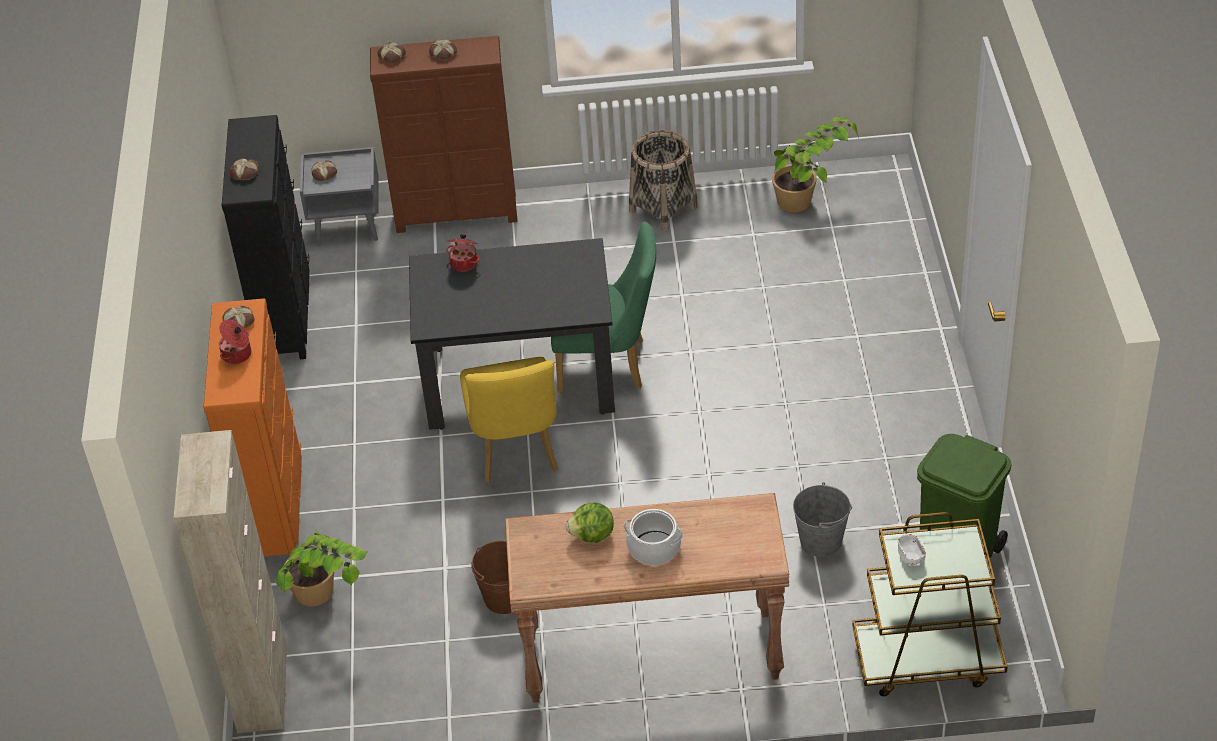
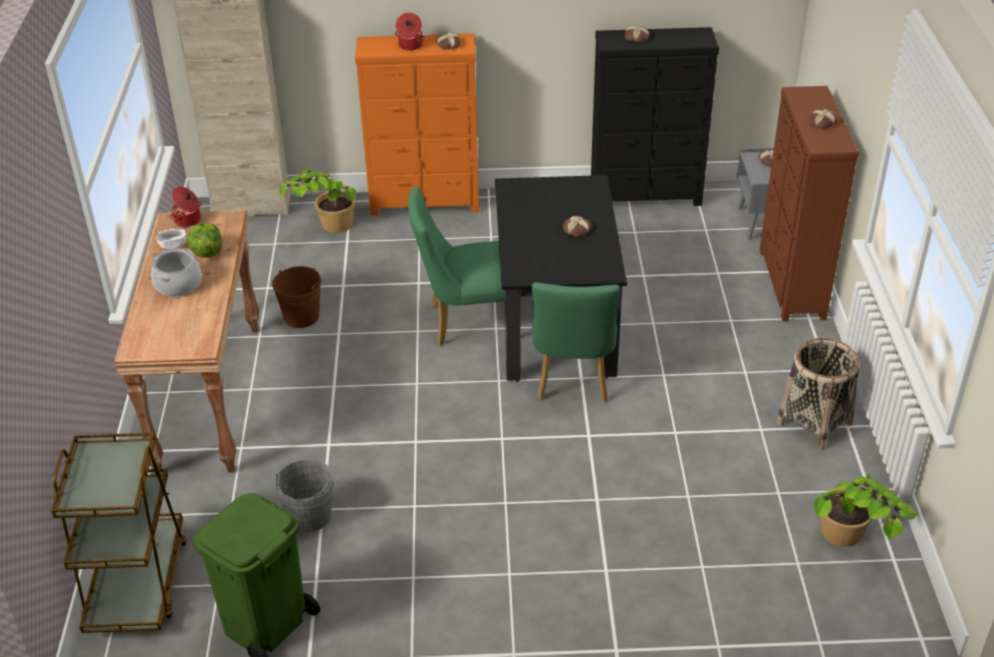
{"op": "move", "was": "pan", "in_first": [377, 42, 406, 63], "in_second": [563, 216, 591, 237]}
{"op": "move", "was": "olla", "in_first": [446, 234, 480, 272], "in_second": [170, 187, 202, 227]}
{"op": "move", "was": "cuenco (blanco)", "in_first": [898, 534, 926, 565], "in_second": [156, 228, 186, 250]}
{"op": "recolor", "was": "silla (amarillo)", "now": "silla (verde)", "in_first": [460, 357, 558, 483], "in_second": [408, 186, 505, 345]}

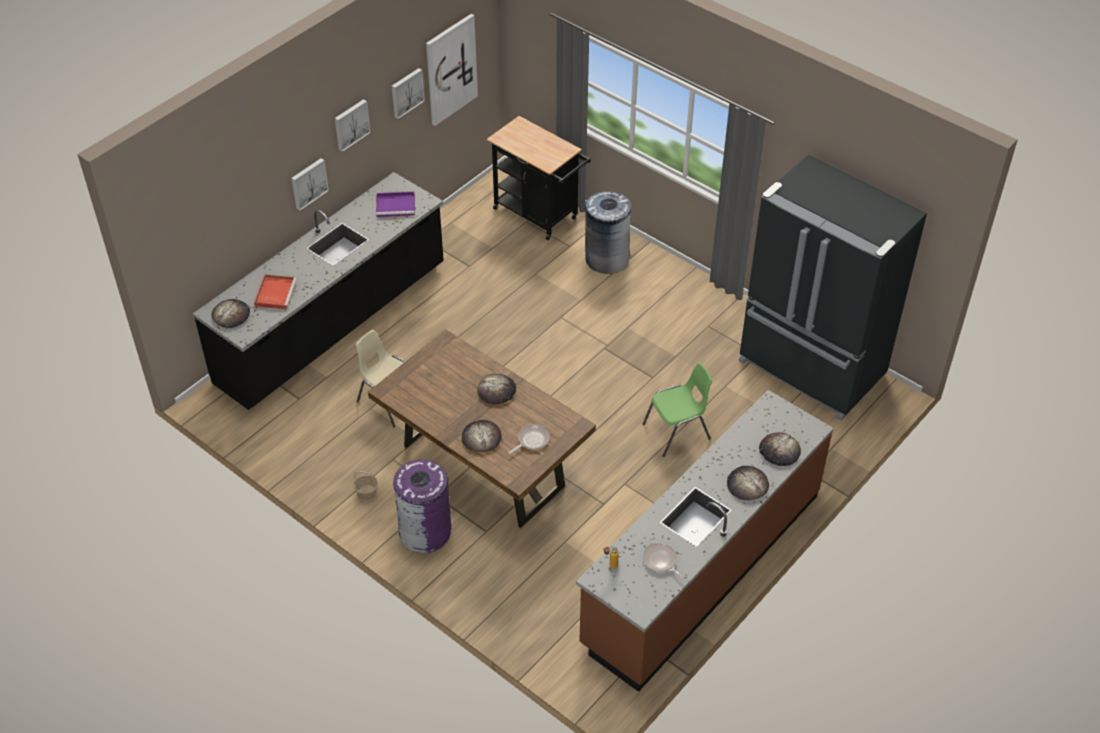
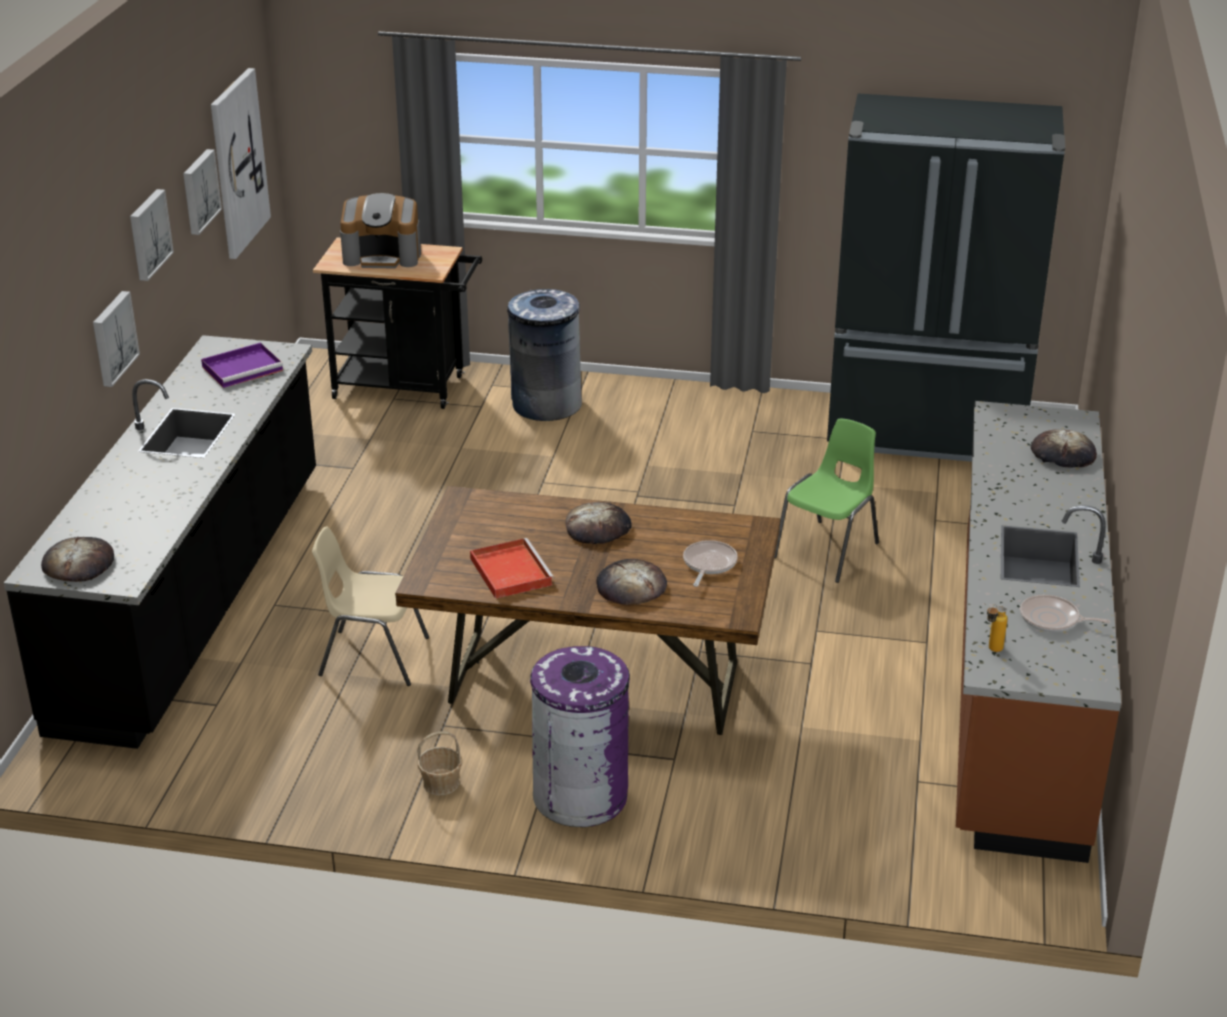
{"op": "delete", "was": "pan", "in_first": [727, 466, 769, 500]}
{"op": "insert", "now": "cafetera", "in_second": [340, 193, 421, 269]}
{"op": "move", "was": "bandeja (rojo)", "in_first": [254, 275, 297, 309], "in_second": [470, 538, 555, 599]}

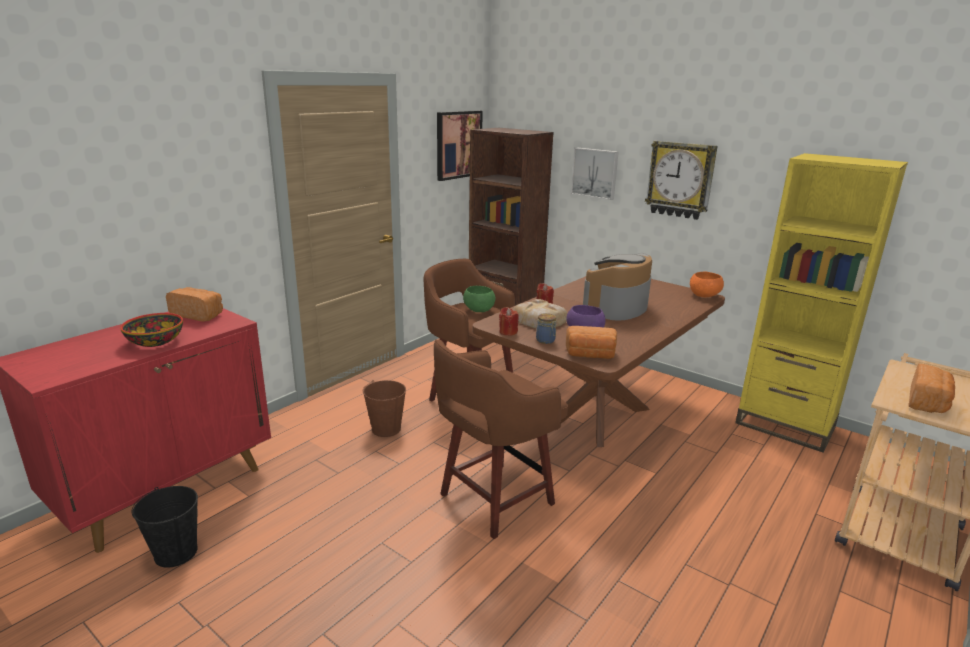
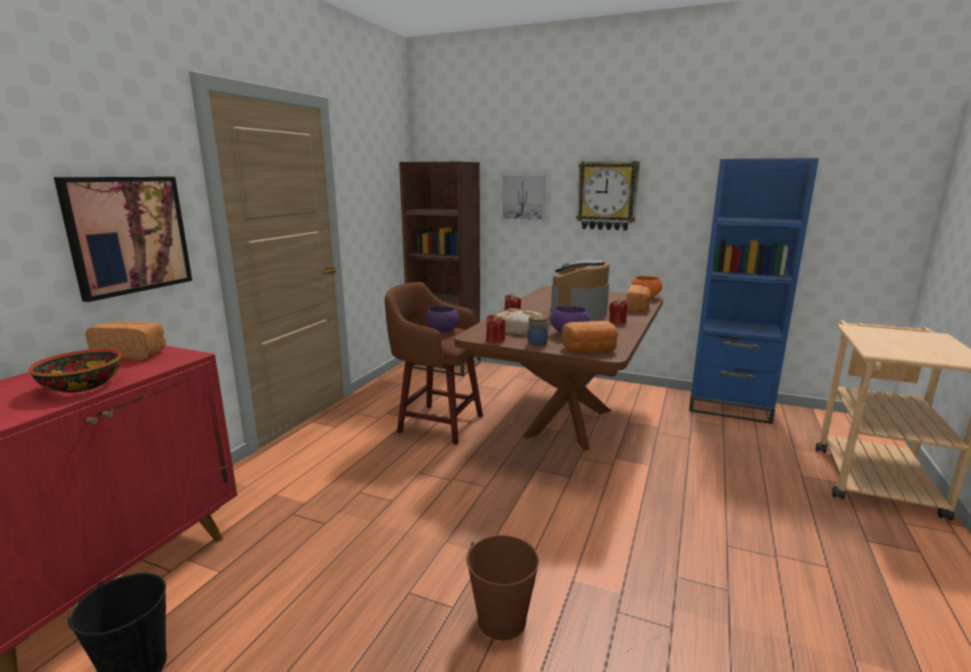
{"op": "delete", "was": "taburete (marrón)", "in_first": [434, 339, 568, 539]}
{"op": "insert", "now": "vela (rojo)", "in_second": [609, 298, 627, 324]}
{"op": "move", "was": "cubo (marrón)", "in_first": [363, 380, 406, 437], "in_second": [466, 535, 539, 640]}
{"op": "move", "was": "cuadro", "in_first": [437, 111, 483, 181], "in_second": [54, 177, 192, 302]}
{"op": "move", "was": "pan", "in_first": [909, 364, 955, 413], "in_second": [626, 285, 651, 311]}
{"op": "recolor", "was": "cuenco (verde)", "now": "cuenco (morado)", "in_first": [463, 286, 495, 312], "in_second": [426, 306, 459, 332]}
{"op": "recolor", "was": "estantería (amarillo)", "now": "estantería (azul)", "in_first": [735, 153, 908, 452], "in_second": [689, 158, 819, 424]}

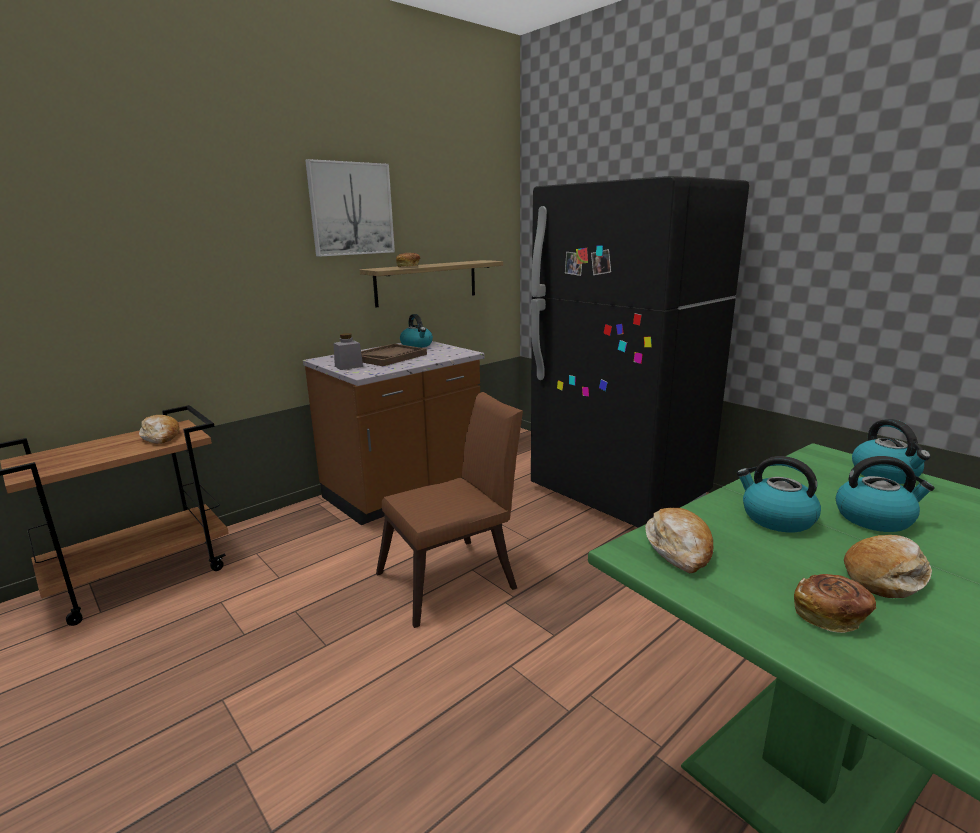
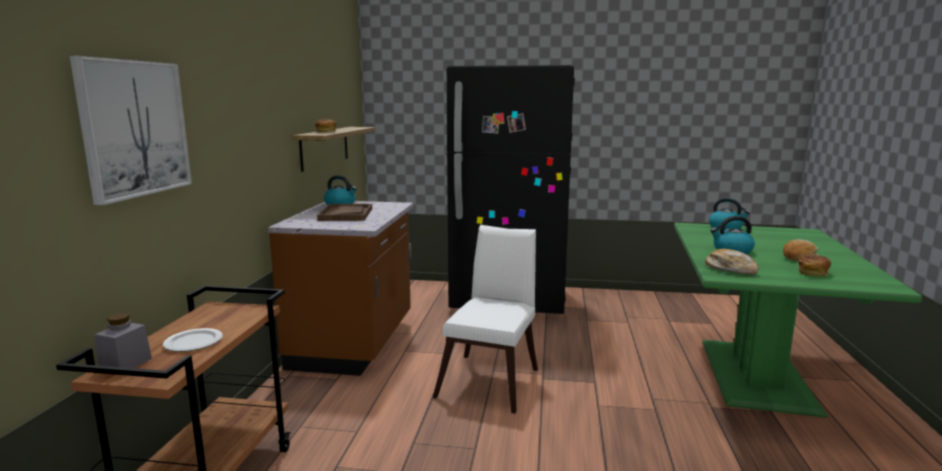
{"op": "delete", "was": "pan", "in_first": [139, 415, 179, 444]}
{"op": "delete", "was": "hervidor", "in_first": [836, 456, 935, 532]}
{"op": "insert", "now": "plato", "in_second": [163, 328, 223, 352]}
{"op": "move", "was": "cuadro", "in_first": [305, 159, 395, 257], "in_second": [69, 56, 192, 205]}
{"op": "move", "was": "tarro (gris)", "in_first": [333, 333, 363, 370], "in_second": [95, 313, 152, 368]}
{"op": "recolor", "was": "silla (marrón)", "now": "silla (blanco)", "in_first": [376, 392, 523, 628], "in_second": [433, 225, 538, 414]}

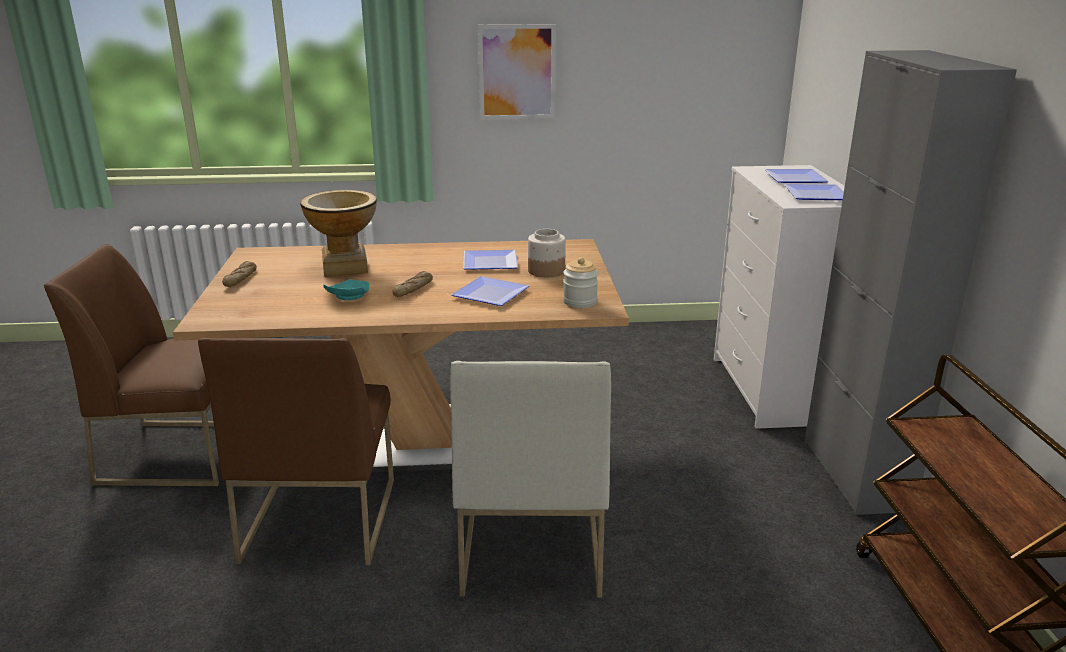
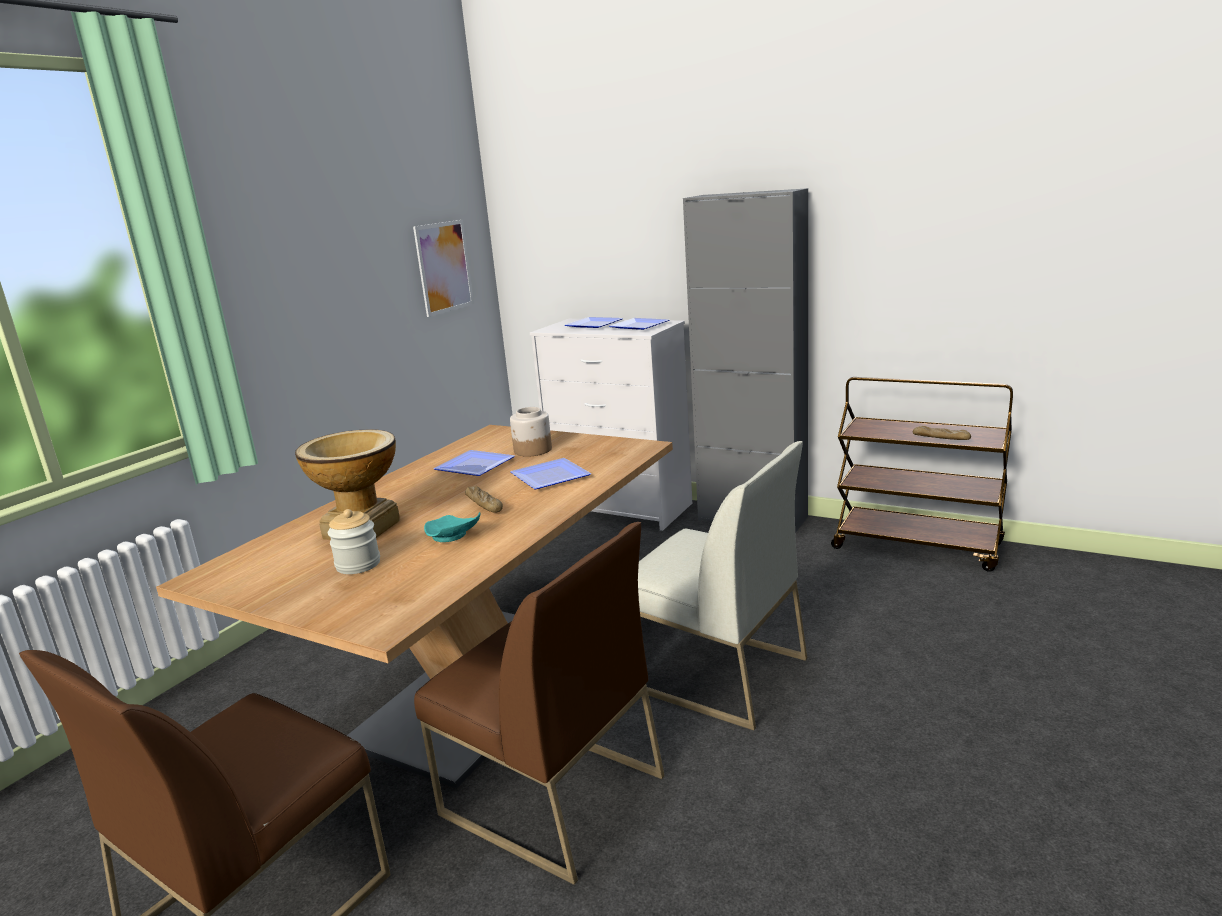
{"op": "move", "was": "pan", "in_first": [222, 261, 257, 287], "in_second": [913, 426, 971, 440]}
{"op": "move", "was": "cuadro", "in_first": [478, 24, 556, 120], "in_second": [413, 220, 474, 317]}
{"op": "move", "was": "tarro", "in_first": [563, 257, 598, 308], "in_second": [328, 509, 380, 574]}

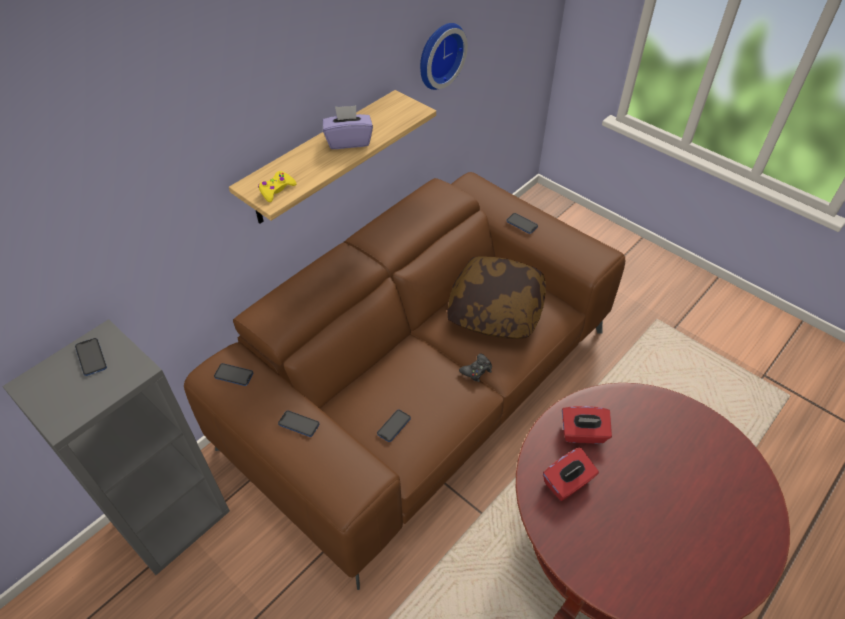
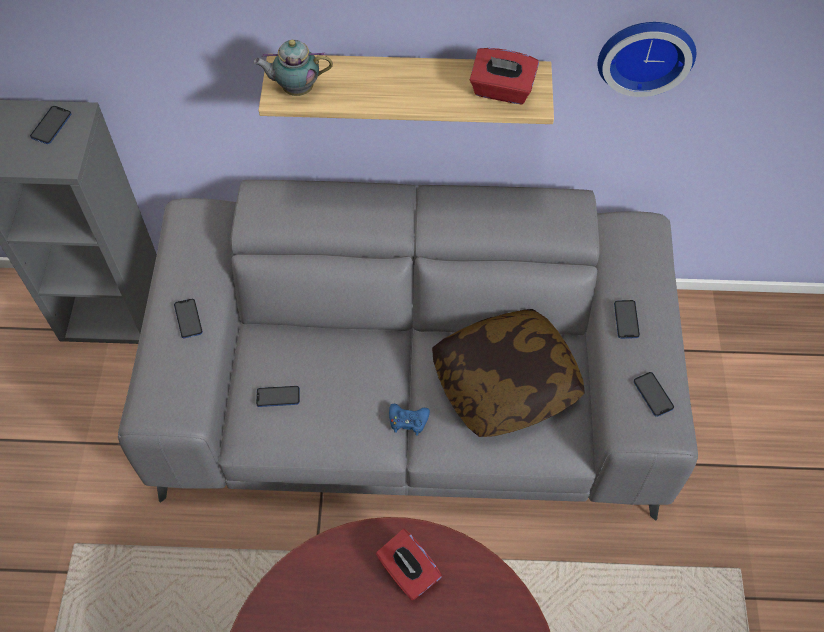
{"op": "delete", "was": "caja de pañuelos (morado)", "in_first": [323, 105, 373, 149]}
{"op": "move", "was": "móvil", "in_first": [214, 363, 253, 386], "in_second": [634, 372, 674, 417]}
{"op": "move", "was": "caja de pañuelos (rojo)", "in_first": [543, 447, 599, 501], "in_second": [470, 48, 539, 104]}
{"op": "replace", "was": "mando de consola (amarillo)", "now": "tetera", "in_first": [258, 171, 297, 202], "in_second": [253, 40, 333, 96]}
{"op": "recolor", "was": "sofá (marrón)", "now": "sofá (gris)", "in_first": [184, 172, 625, 590], "in_second": [118, 180, 698, 521]}
{"op": "recolor", "was": "mando de consola (negro)", "now": "mando de consola (azul)", "in_first": [459, 354, 492, 382], "in_second": [389, 404, 430, 436]}

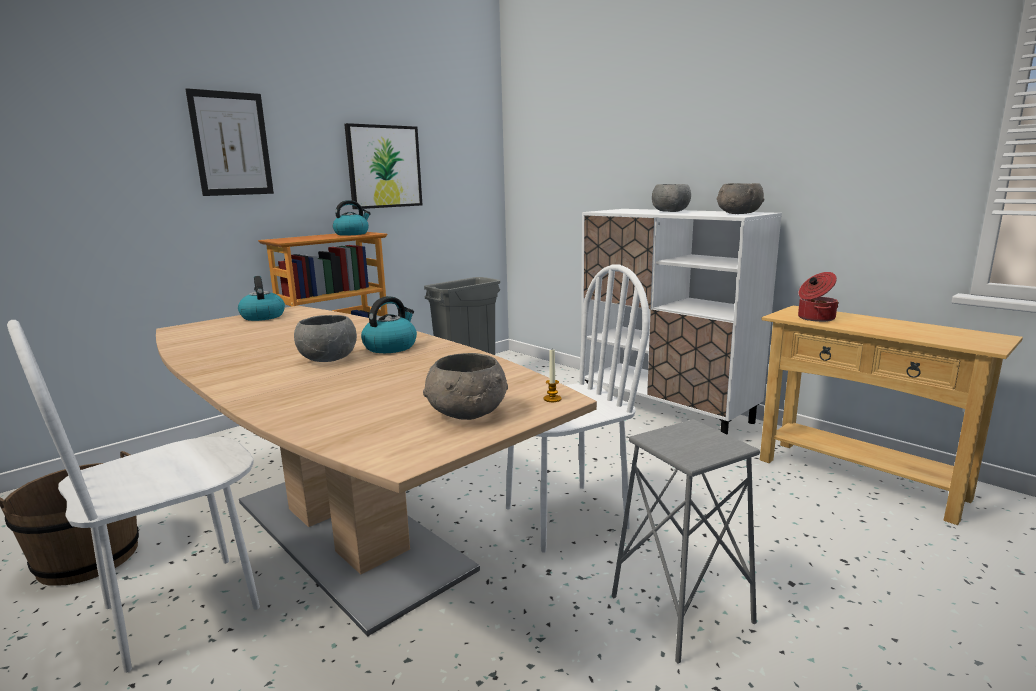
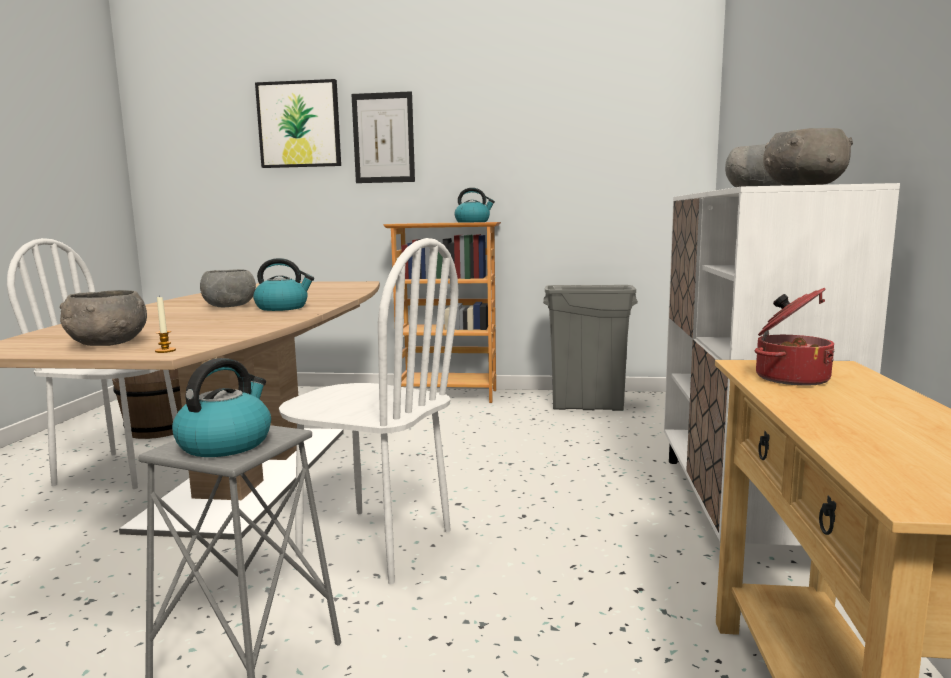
{"op": "move", "was": "hervidor", "in_first": [238, 276, 285, 321], "in_second": [172, 358, 271, 457]}
{"op": "move", "was": "cuadro", "in_first": [344, 123, 422, 209], "in_second": [255, 79, 341, 168]}

